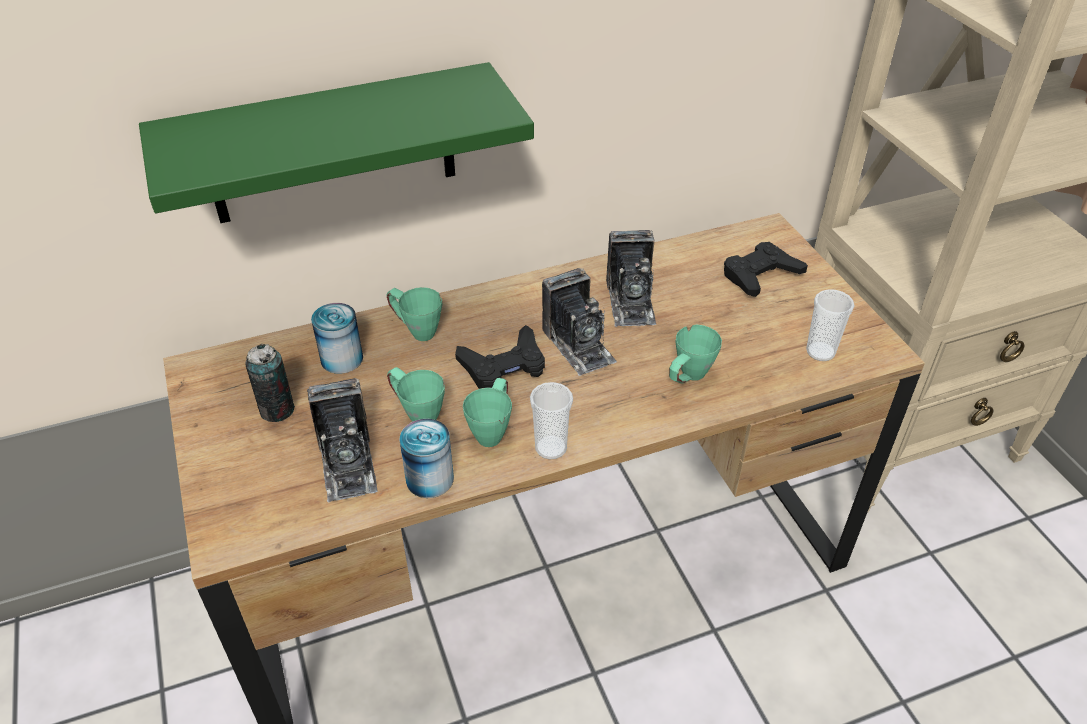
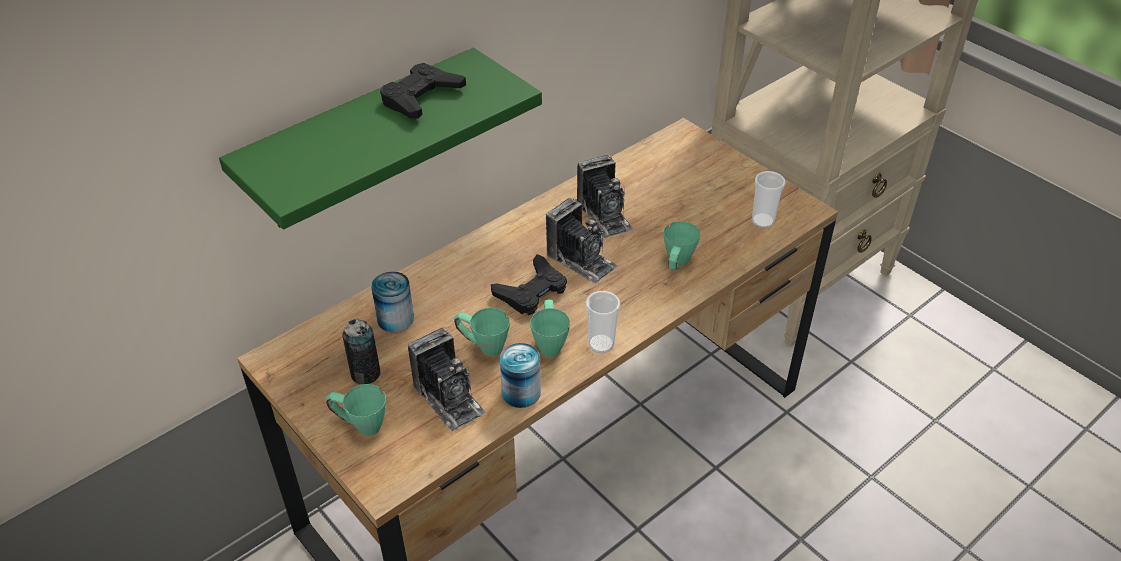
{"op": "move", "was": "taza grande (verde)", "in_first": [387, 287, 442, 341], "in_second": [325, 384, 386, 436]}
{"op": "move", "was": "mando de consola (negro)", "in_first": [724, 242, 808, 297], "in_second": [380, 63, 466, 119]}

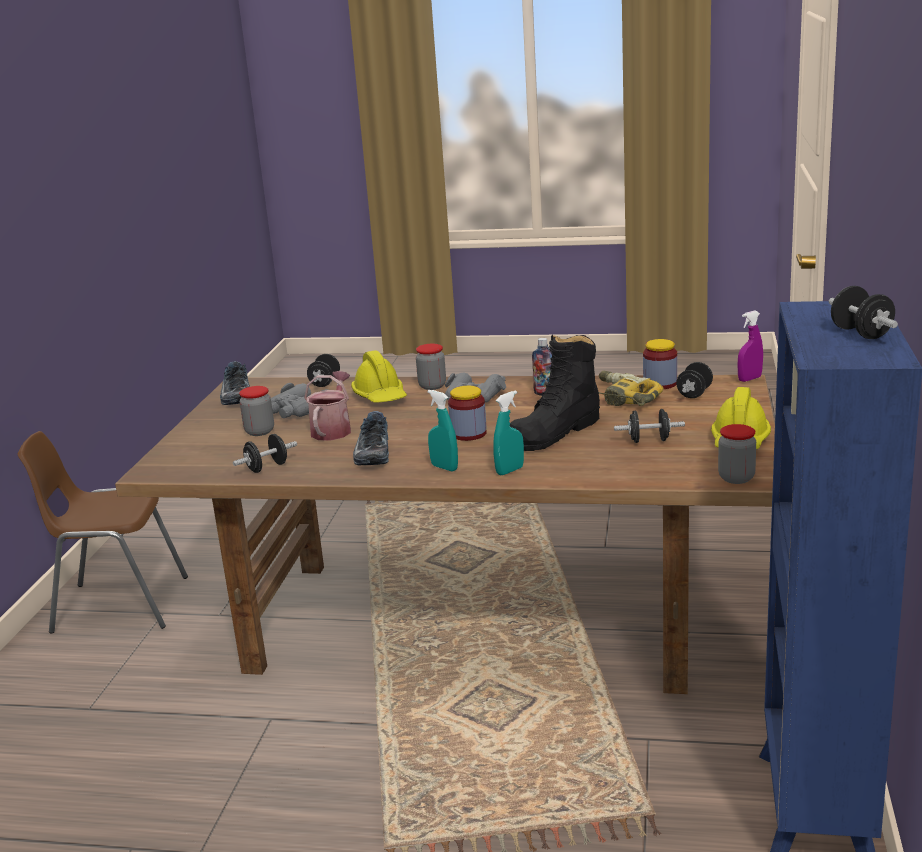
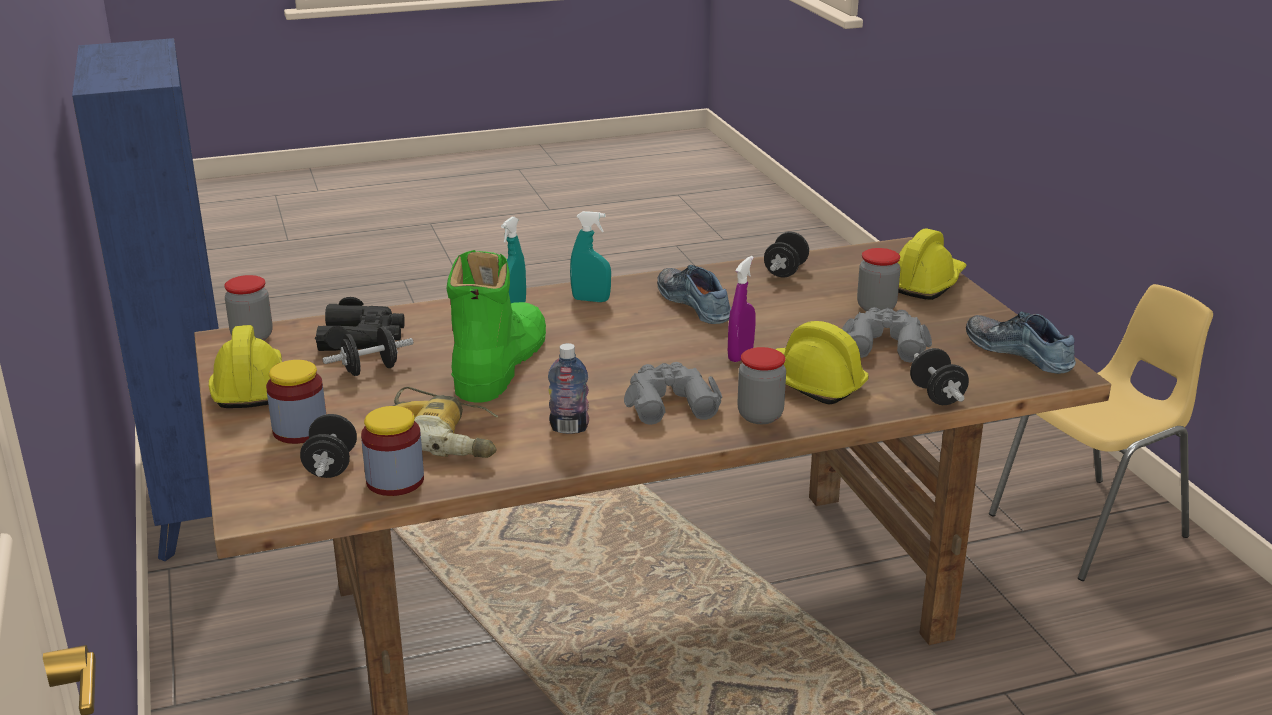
{"op": "delete", "was": "regadera", "in_first": [304, 371, 351, 441]}
{"op": "delete", "was": "mancuerna (negro)", "in_first": [829, 286, 898, 339]}
{"op": "insert", "now": "prismáticos (negro)", "in_second": [315, 297, 405, 351]}
{"op": "insert", "now": "casco (amarillo)", "in_second": [898, 228, 966, 300]}
{"op": "move", "was": "tarro", "in_first": [448, 386, 487, 441], "in_second": [266, 360, 326, 444]}
{"op": "move", "was": "pulverizador (morado)", "in_first": [738, 311, 763, 382], "in_second": [728, 256, 756, 362]}
{"op": "recolor", "was": "silla (marrón)", "now": "silla (amarillo)", "in_first": [18, 431, 188, 633], "in_second": [989, 284, 1213, 581]}
{"op": "recolor", "was": "bota (negro)", "now": "bota (verde)", "in_first": [510, 335, 600, 451], "in_second": [446, 250, 546, 403]}

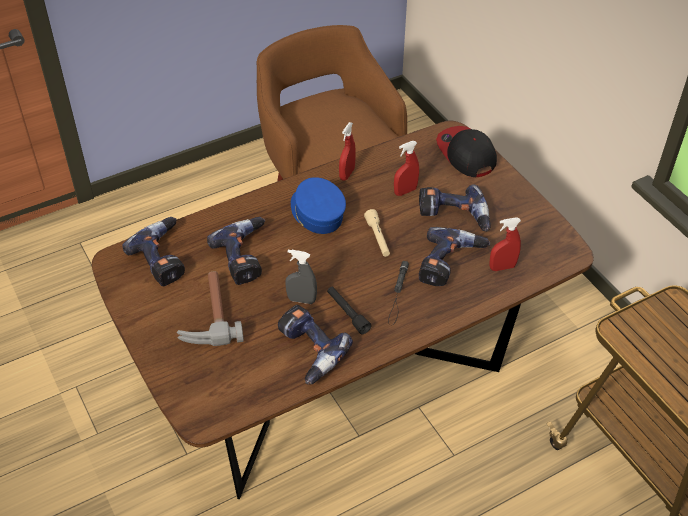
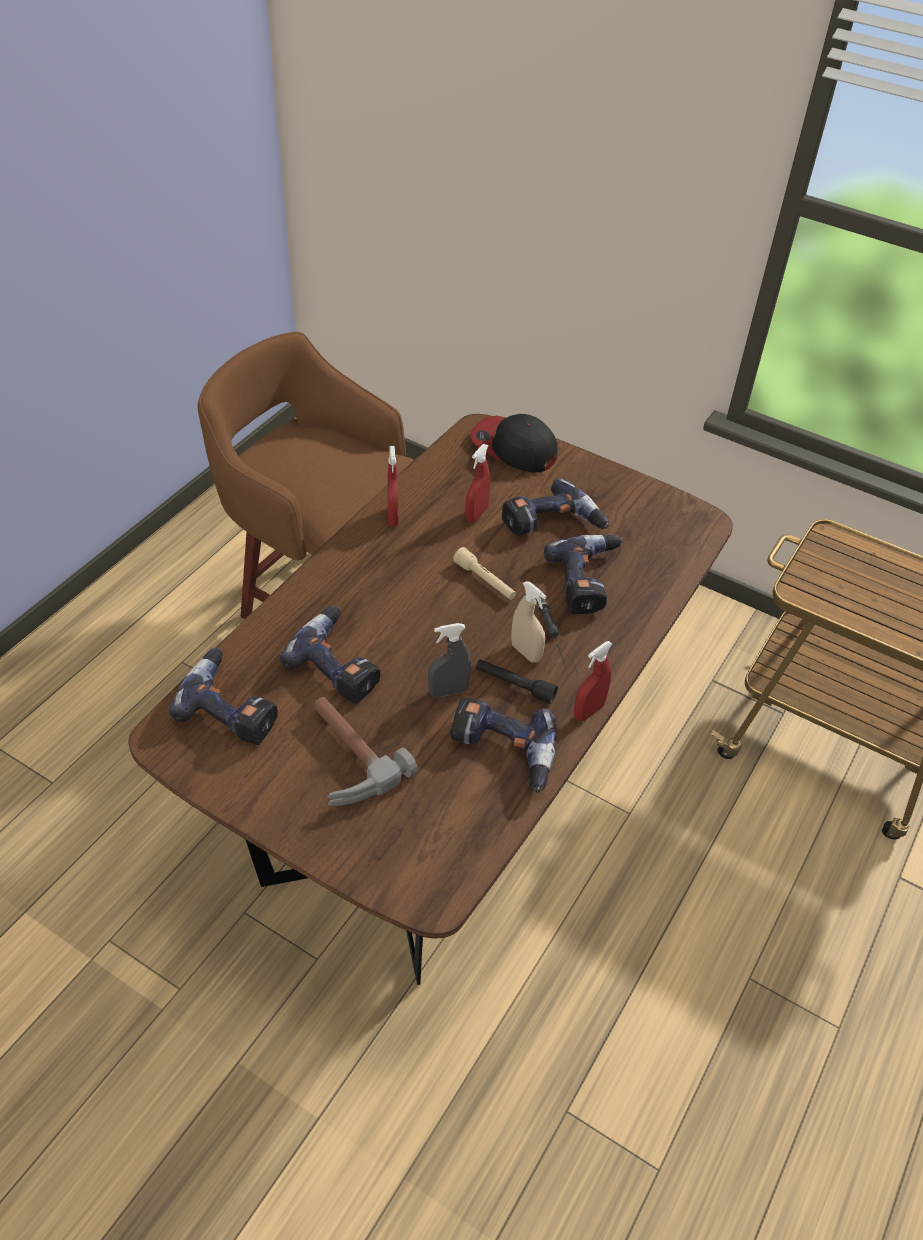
{"op": "delete", "was": "gorra (azul)", "in_first": [291, 177, 346, 234]}
{"op": "insert", "now": "pulverizador (beis)", "in_second": [511, 581, 547, 663]}
{"op": "move", "was": "pulverizador (rojo)", "in_first": [489, 217, 521, 271], "in_second": [574, 641, 612, 721]}

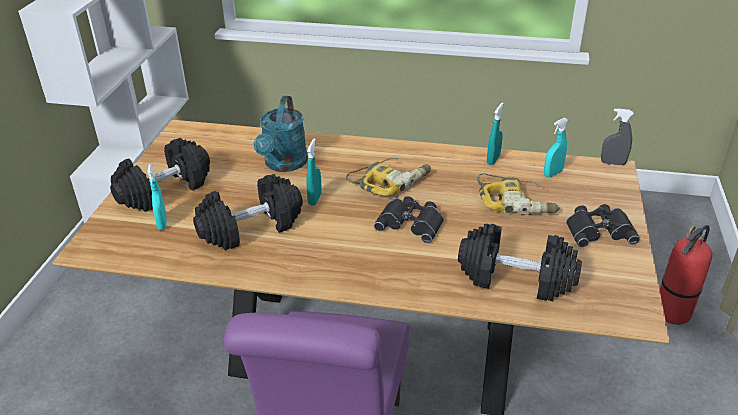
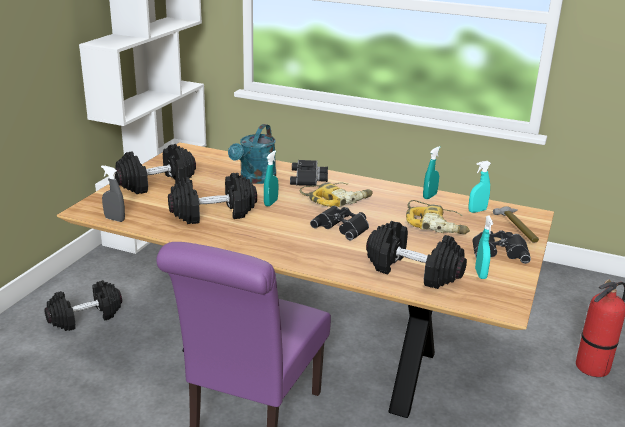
{"op": "insert", "now": "mancuerna (negro)", "in_second": [44, 280, 122, 331]}
{"op": "insert", "now": "prismáticos (negro)", "in_second": [290, 160, 328, 186]}
{"op": "insert", "now": "martillo", "in_second": [493, 206, 539, 242]}
{"op": "move", "was": "pulverizador (turquesa)", "in_first": [147, 164, 167, 230], "in_second": [475, 216, 493, 279]}
{"op": "move", "was": "pulverizador (gris)", "in_first": [601, 108, 634, 166], "in_second": [101, 165, 125, 222]}

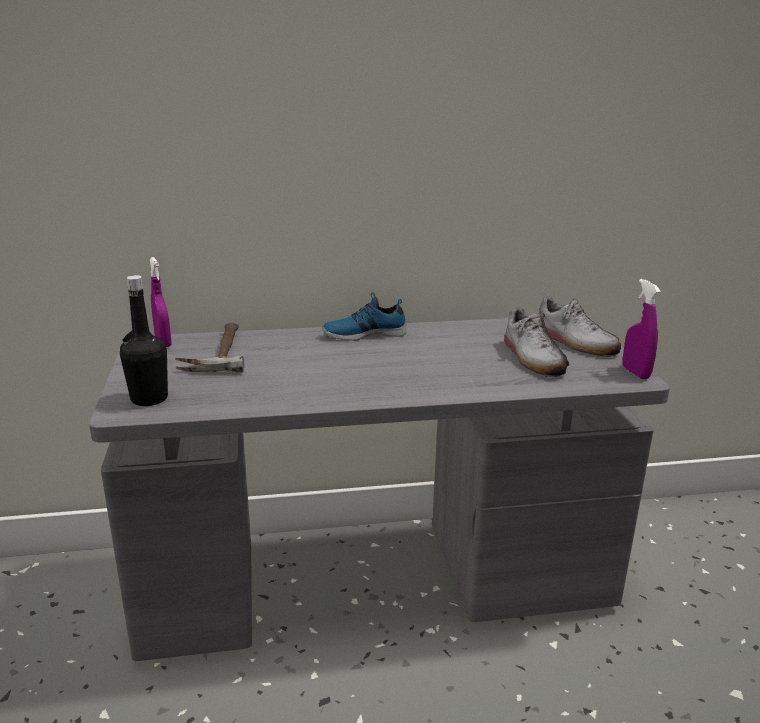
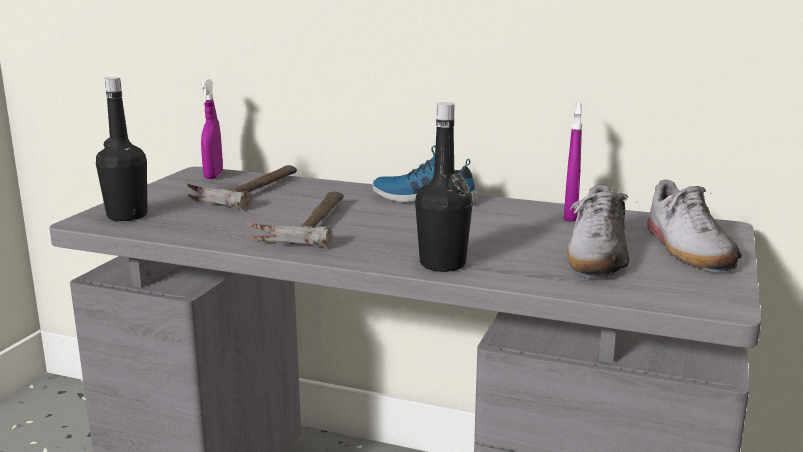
{"op": "insert", "now": "martillo", "in_second": [247, 191, 344, 247]}
{"op": "insert", "now": "botella (negro)", "in_second": [415, 102, 473, 272]}
{"op": "move", "was": "pulverizador (morado)", "in_first": [623, 279, 661, 379], "in_second": [564, 102, 582, 222]}

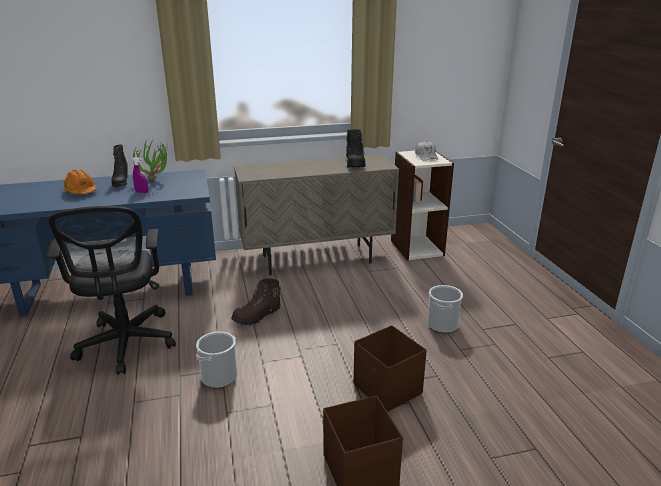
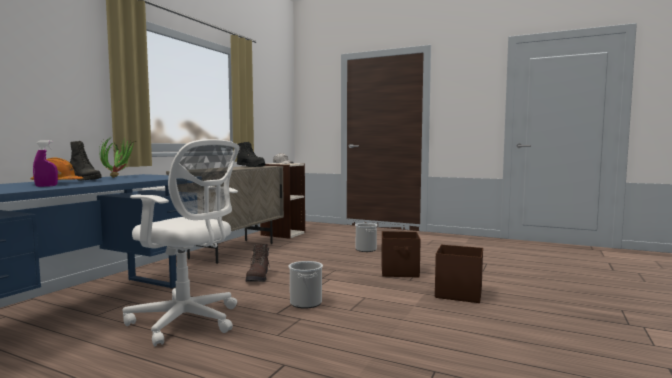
{"op": "move", "was": "pulverizador (morado)", "in_first": [133, 157, 148, 194], "in_second": [33, 140, 58, 187]}
{"op": "recolor", "was": "silla de oficina (negro)", "now": "silla de oficina (blanco)", "in_first": [47, 206, 176, 375], "in_second": [123, 139, 239, 346]}

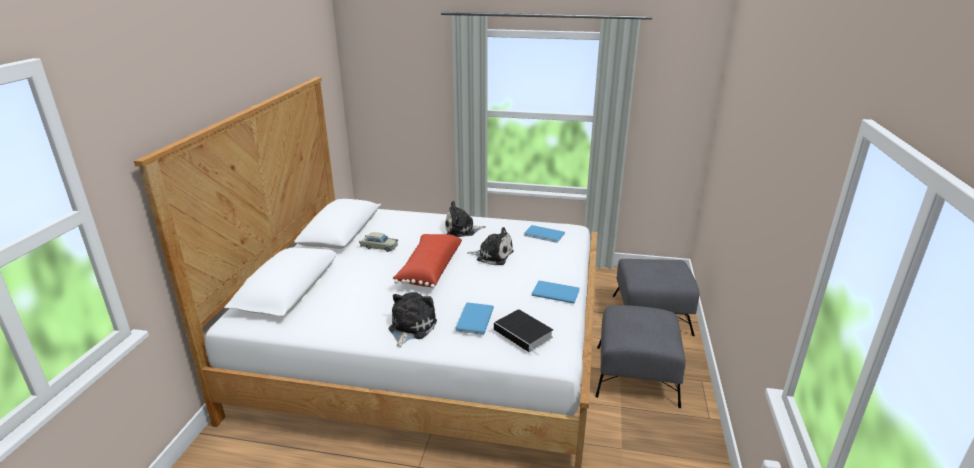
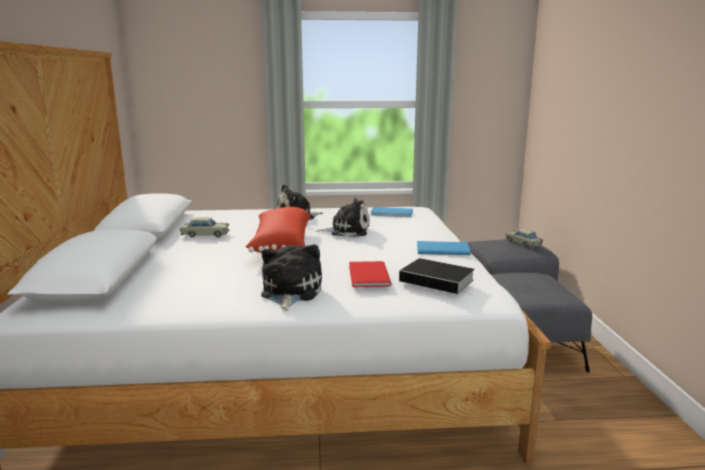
{"op": "insert", "now": "coche de juguete (beis)", "in_second": [506, 229, 543, 247]}
{"op": "recolor", "was": "libro (azul)", "now": "libro (rojo)", "in_first": [455, 302, 494, 335], "in_second": [349, 261, 391, 287]}

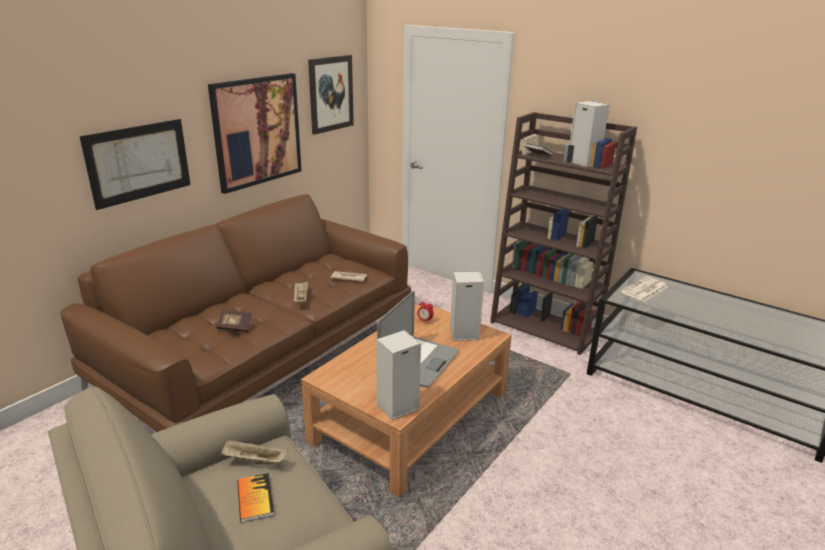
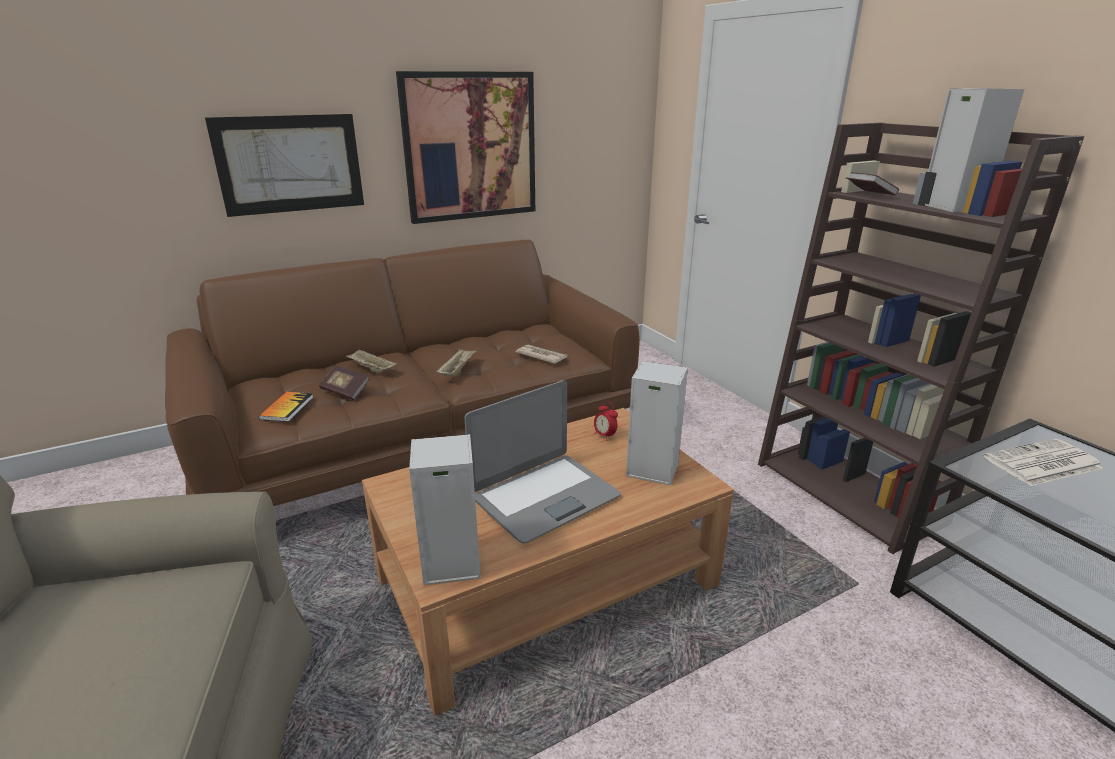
{"op": "delete", "was": "cuadro", "in_first": [308, 55, 354, 135]}
{"op": "move", "was": "bandeja (beis)", "in_first": [221, 440, 288, 465], "in_second": [346, 350, 397, 373]}
{"op": "move", "was": "libro", "in_first": [237, 473, 274, 523], "in_second": [259, 392, 314, 422]}

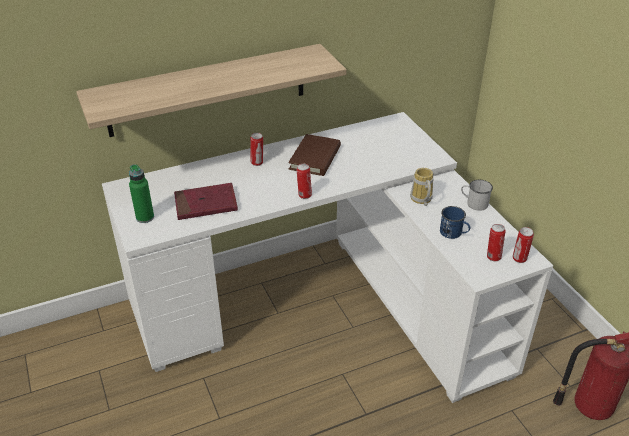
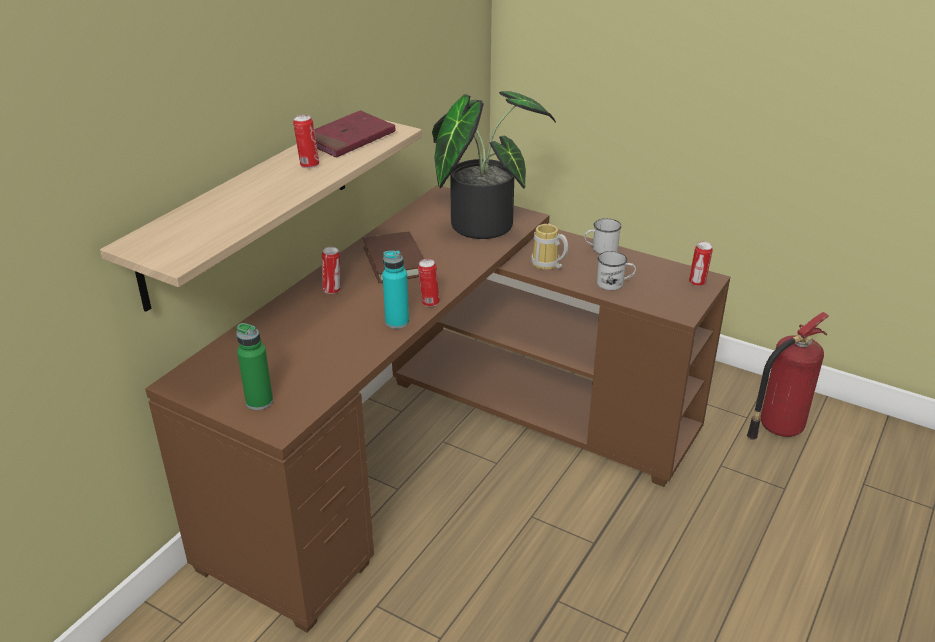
{"op": "insert", "now": "botella (turquesa)", "in_second": [382, 250, 409, 329]}
{"op": "insert", "now": "planta en maceta", "in_second": [432, 91, 556, 239]}
{"op": "move", "was": "libro (rojo)", "in_first": [174, 183, 238, 220], "in_second": [314, 110, 395, 157]}
{"op": "move", "was": "lata", "in_first": [487, 224, 506, 261], "in_second": [293, 115, 319, 168]}
{"op": "recolor", "was": "escritorio (blanco)", "now": "escritorio (marrón)", "in_first": [102, 112, 553, 403], "in_second": [145, 185, 730, 633]}
{"op": "recolor", "was": "taza grande (azul)", "now": "taza grande (blanco)", "in_first": [440, 206, 470, 239], "in_second": [597, 251, 636, 290]}

